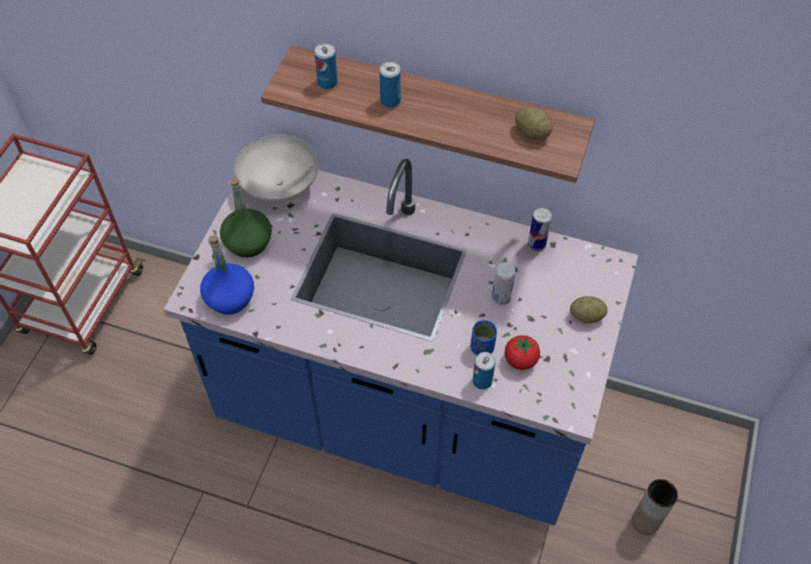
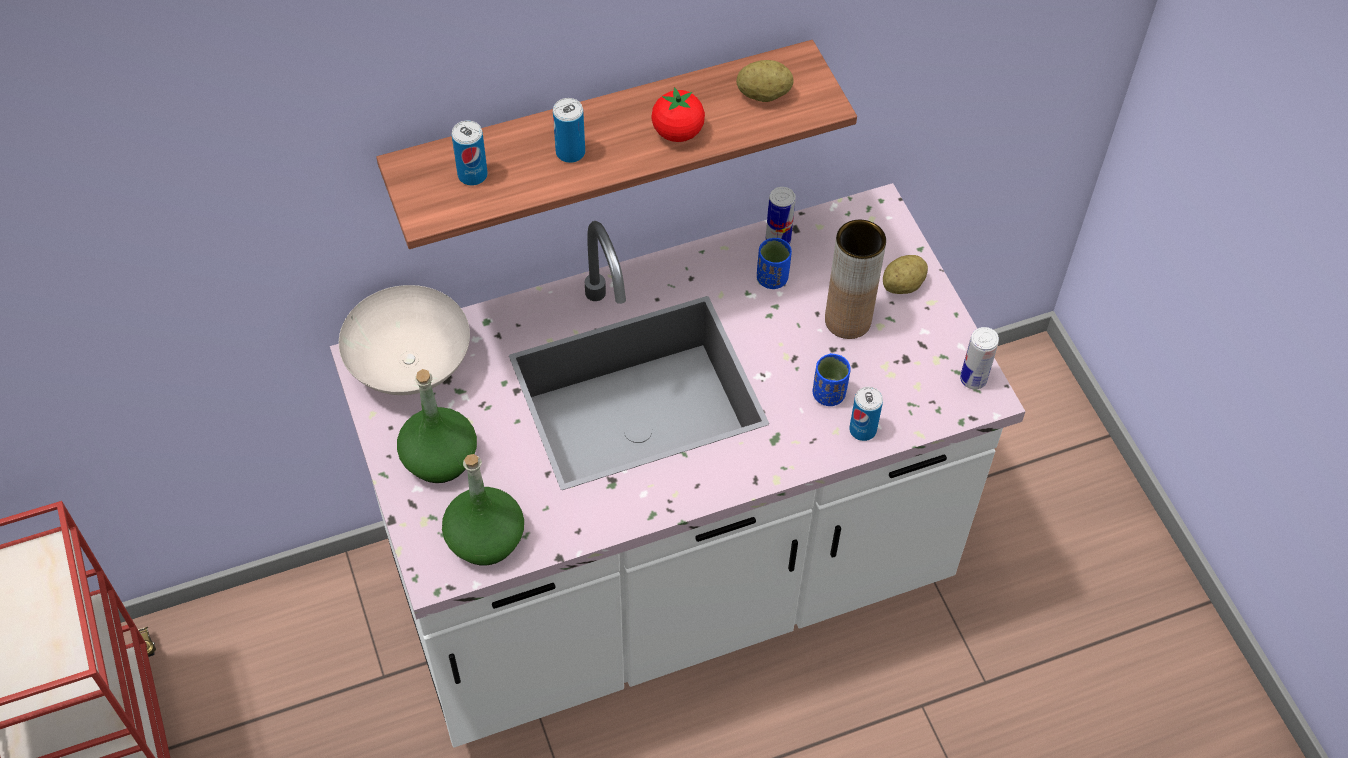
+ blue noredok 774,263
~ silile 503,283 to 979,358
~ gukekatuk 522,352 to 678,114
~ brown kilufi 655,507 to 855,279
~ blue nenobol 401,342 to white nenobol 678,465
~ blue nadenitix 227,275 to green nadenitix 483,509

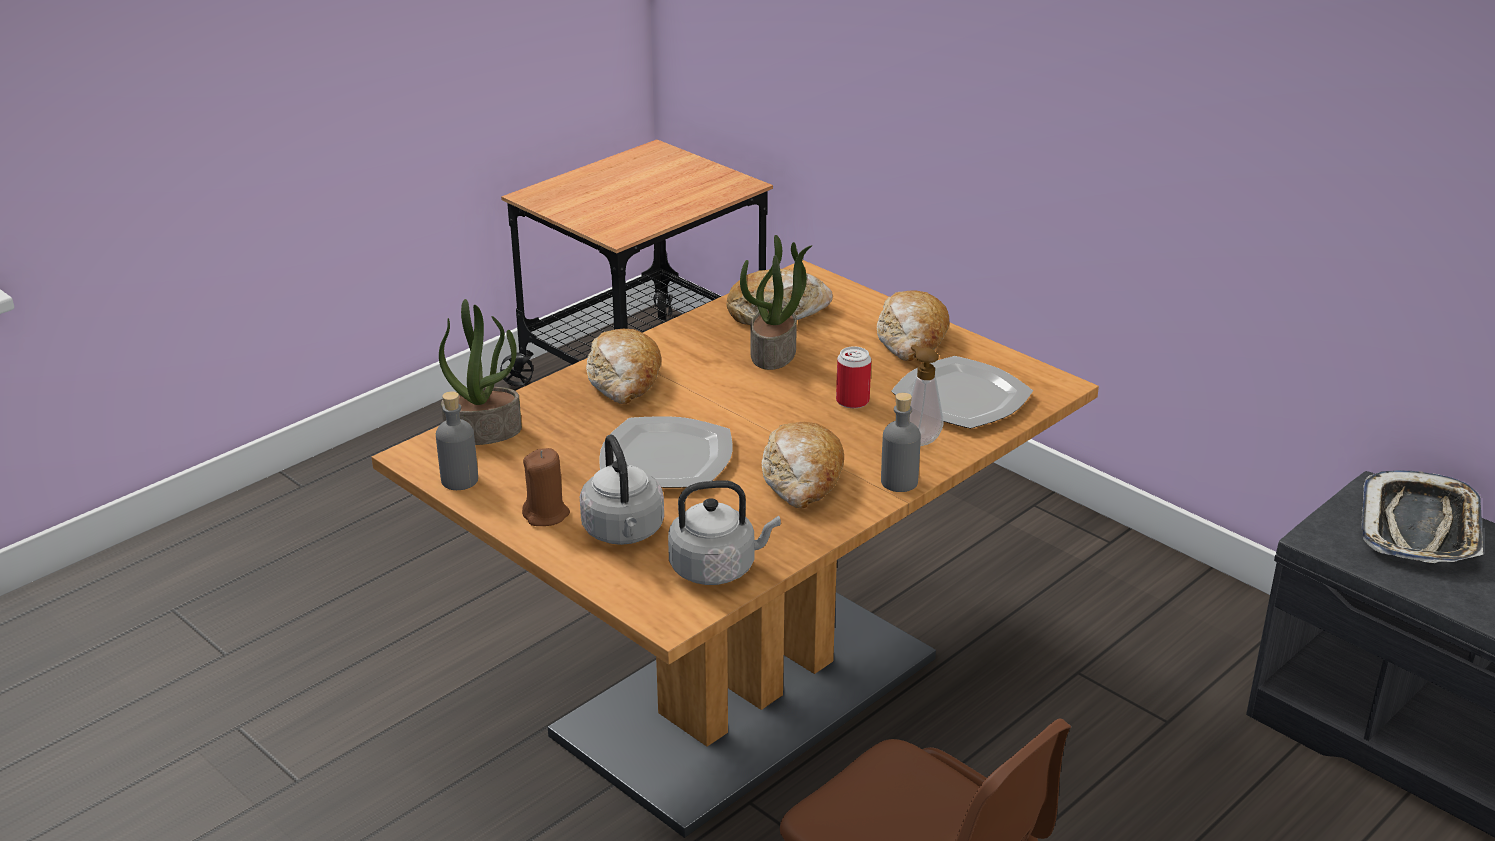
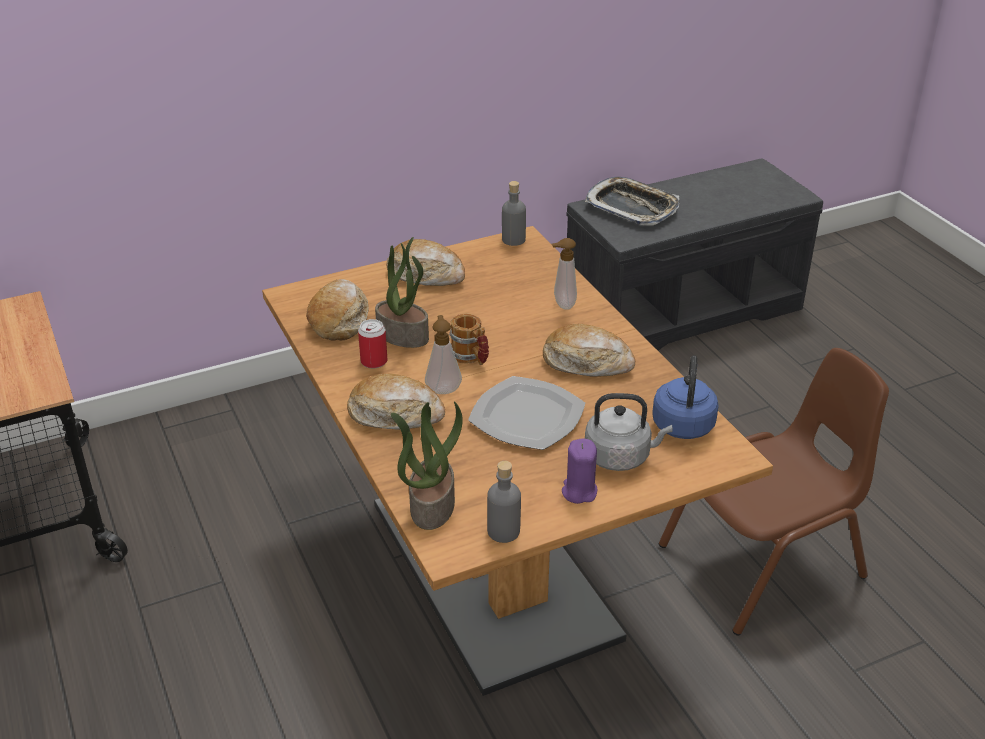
- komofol 962,392
+ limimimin 443,354
+ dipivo 469,339
~ silile 853,377 to 372,343
~ grey nadenitix 901,442 to 514,213
~ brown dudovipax 546,487 to purple dudovipax 579,471
~ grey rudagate 724,532 to blue rudagate 685,397

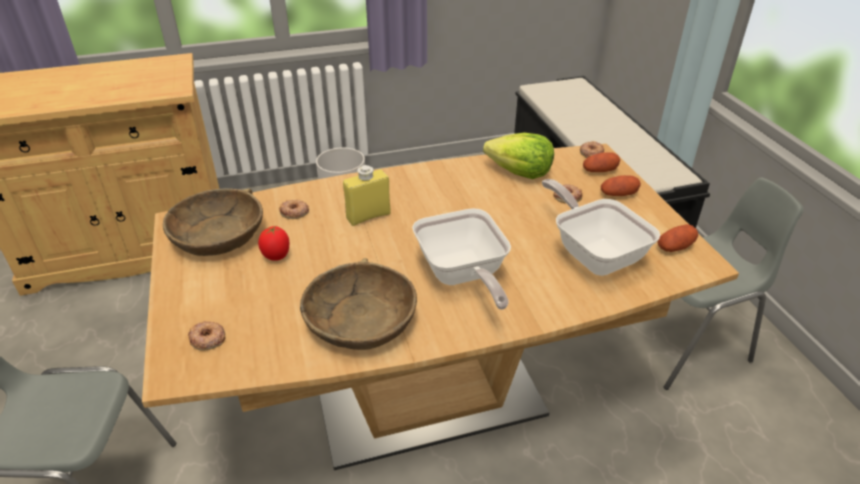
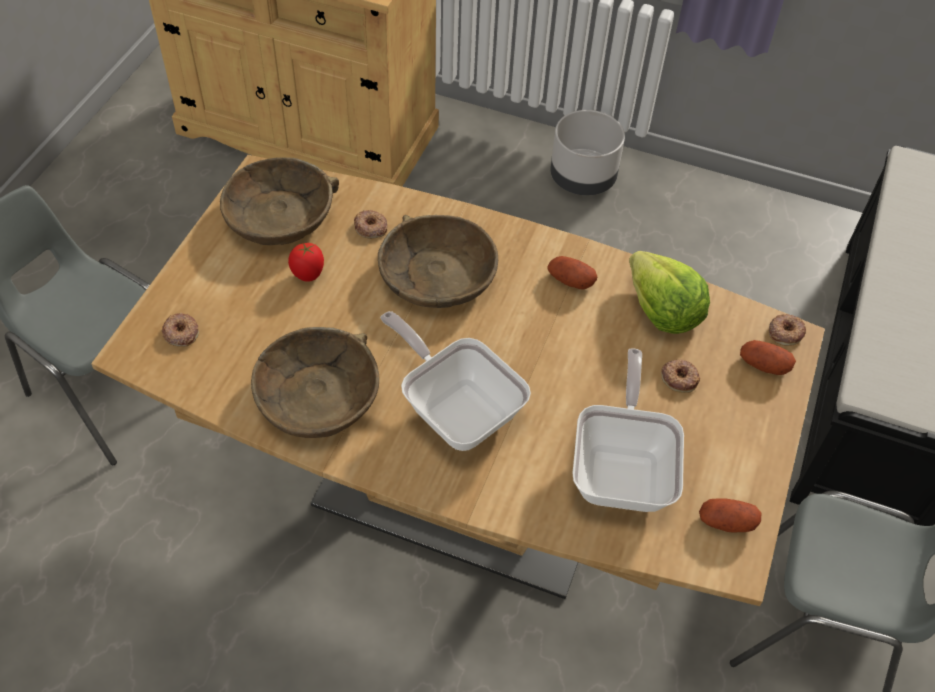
~ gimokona 621,185 to 572,273
~ yellow nadenitix 367,195 to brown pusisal 438,261
~ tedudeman 461,259 = 455,381 120 degrees clockwise

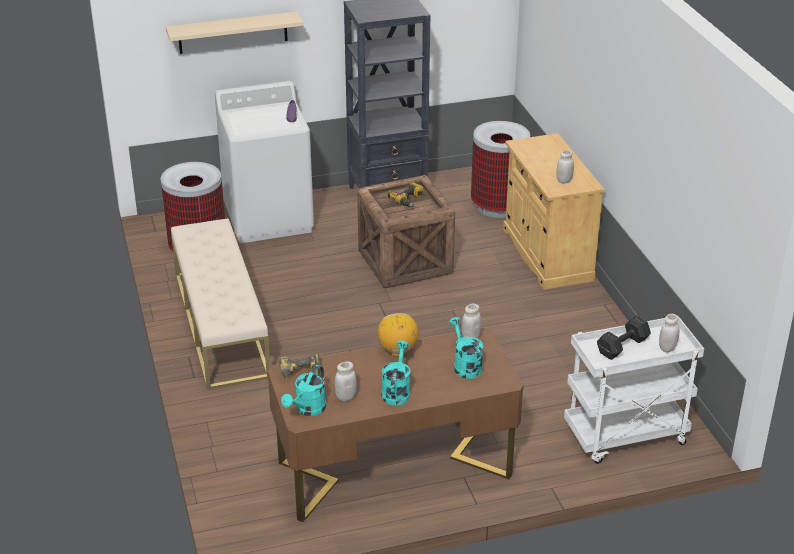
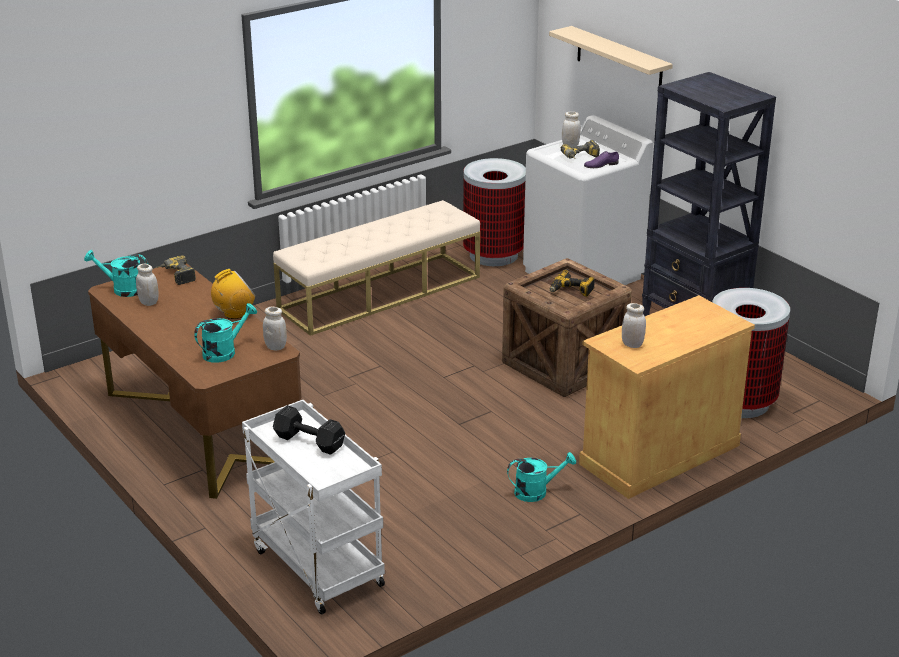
+ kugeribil 580,149
~ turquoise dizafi 396,372 to 541,477
~ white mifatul 669,333 to 571,129

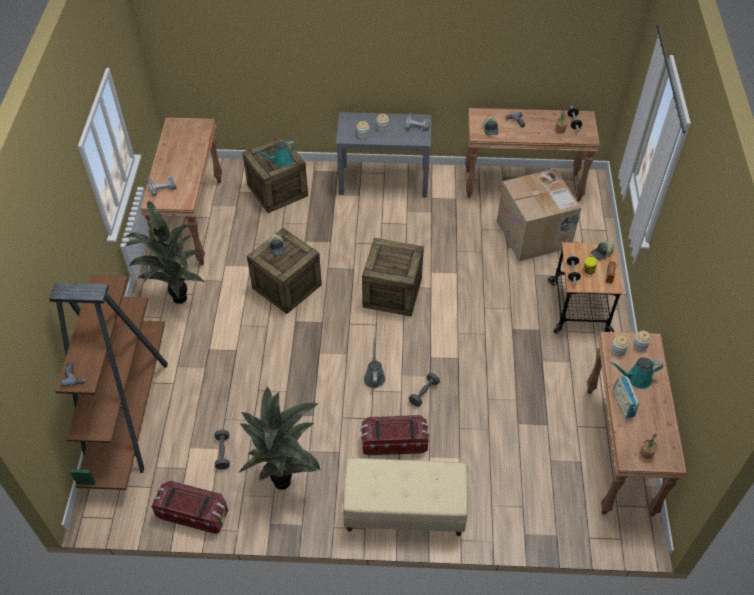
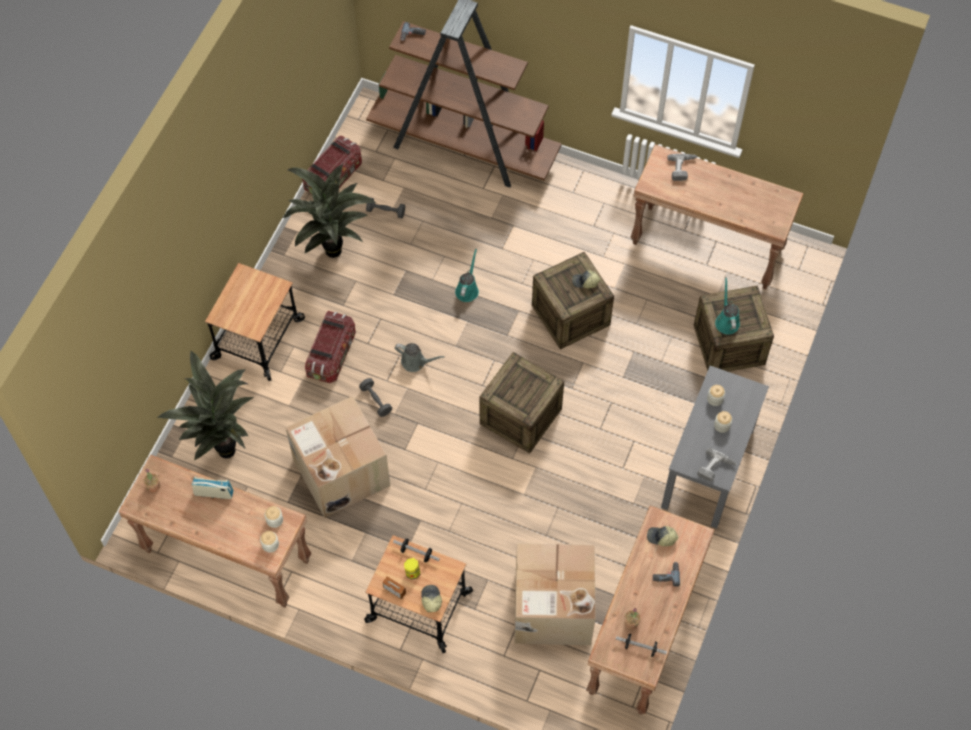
+ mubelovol 337,457
~ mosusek 164,252 to 205,405
~ turquoise dizafi 637,373 to 467,275
~ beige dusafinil 405,497 to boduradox 255,322

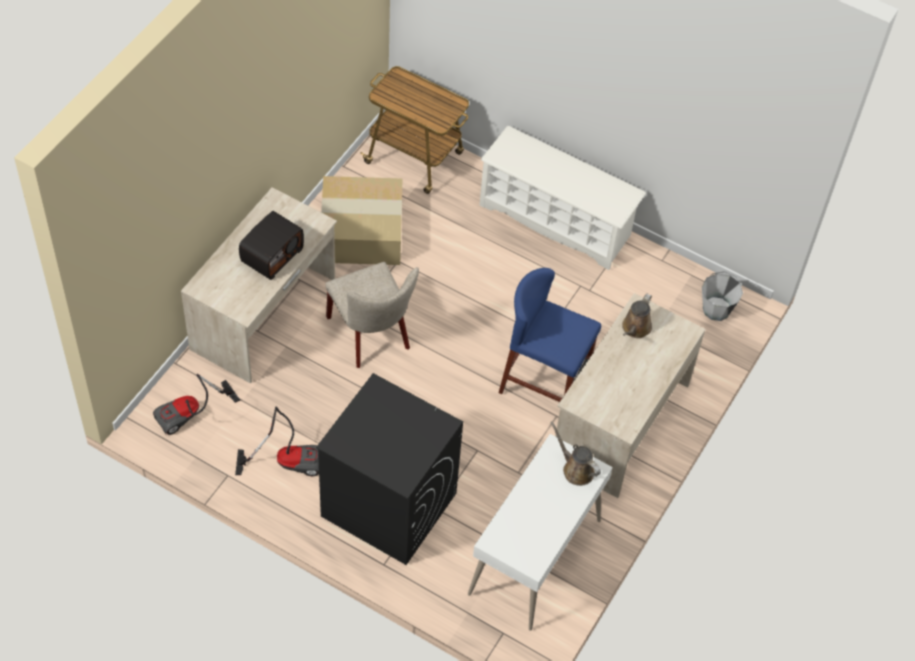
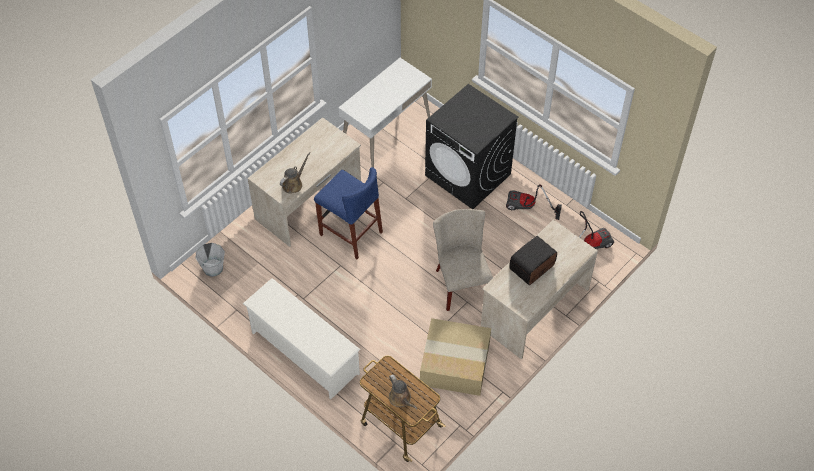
~ brown dizafi 575,454 to 403,392

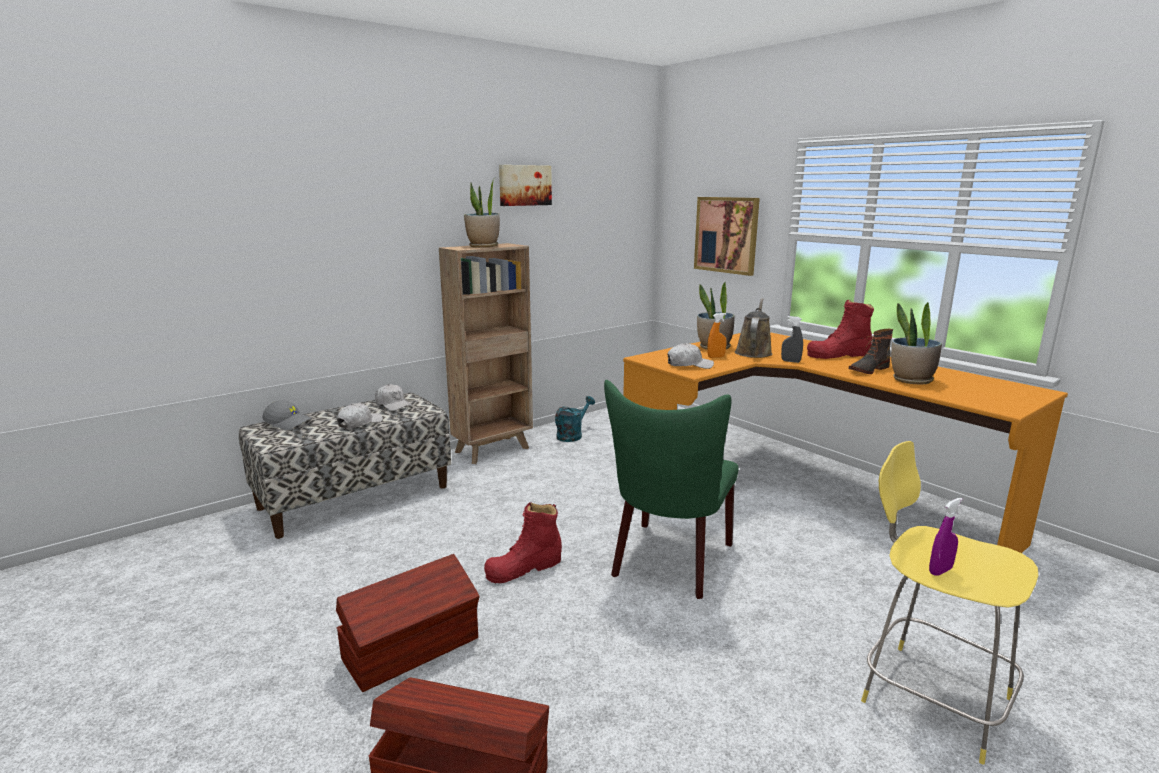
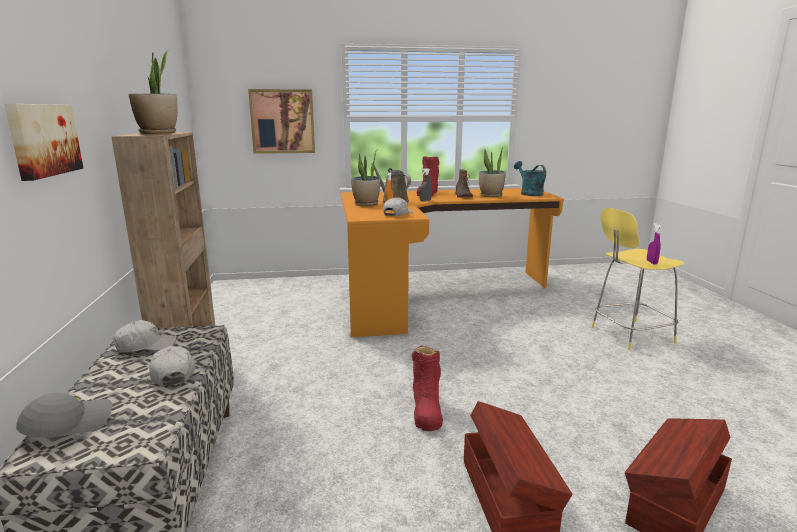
- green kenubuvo 671,489
~ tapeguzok 525,185 to 43,142
~ turquoise dizafi 575,419 to 530,178

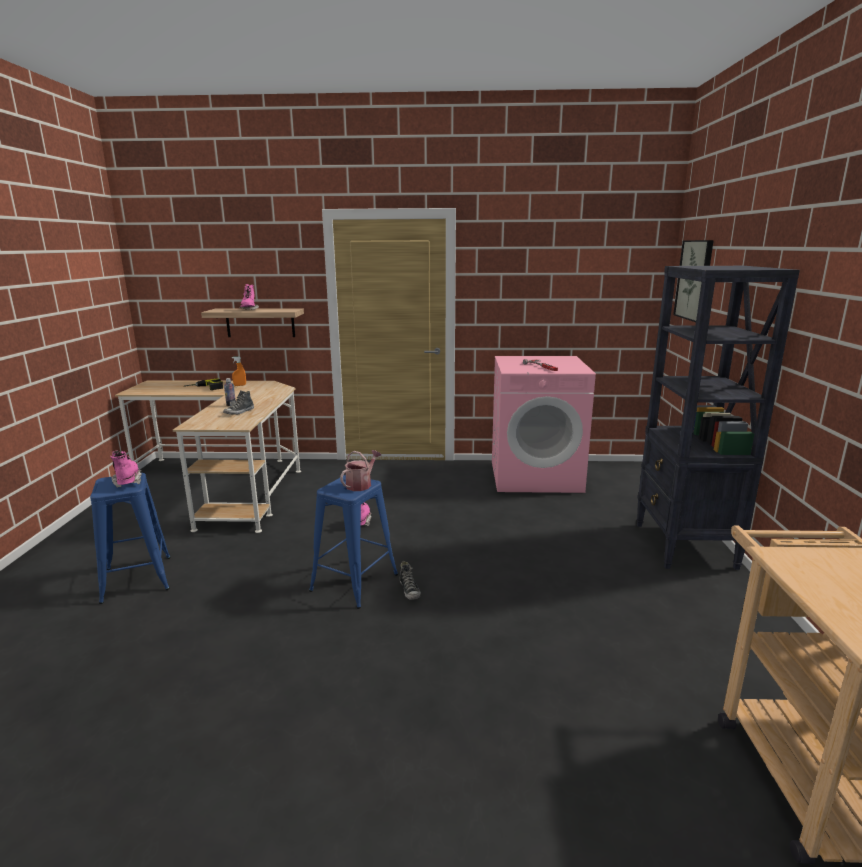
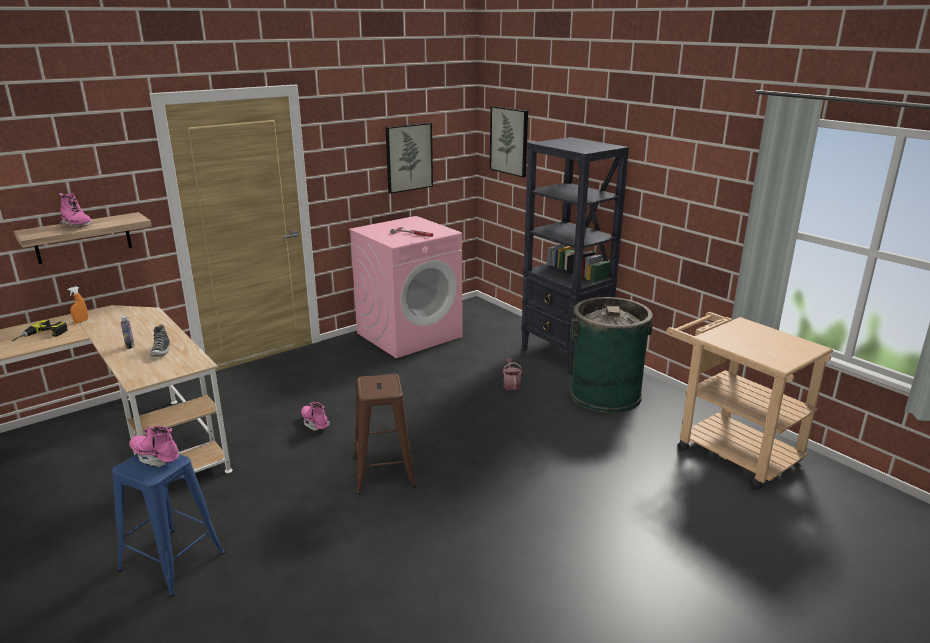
- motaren 410,580
+ tapeguzok 409,158
+ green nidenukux 611,355
~ dizafi 360,470 to 512,374
~ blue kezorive 353,542 to brown kezorive 385,434

